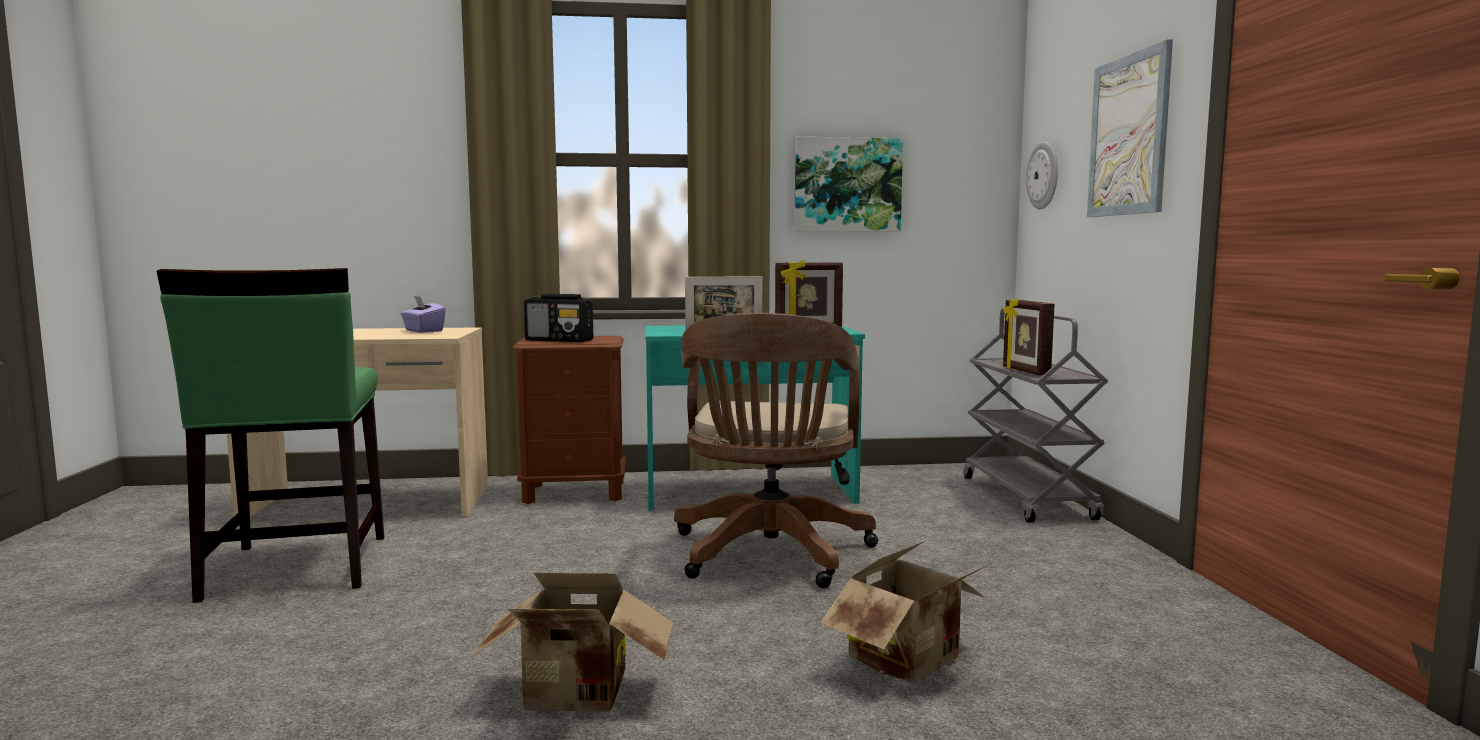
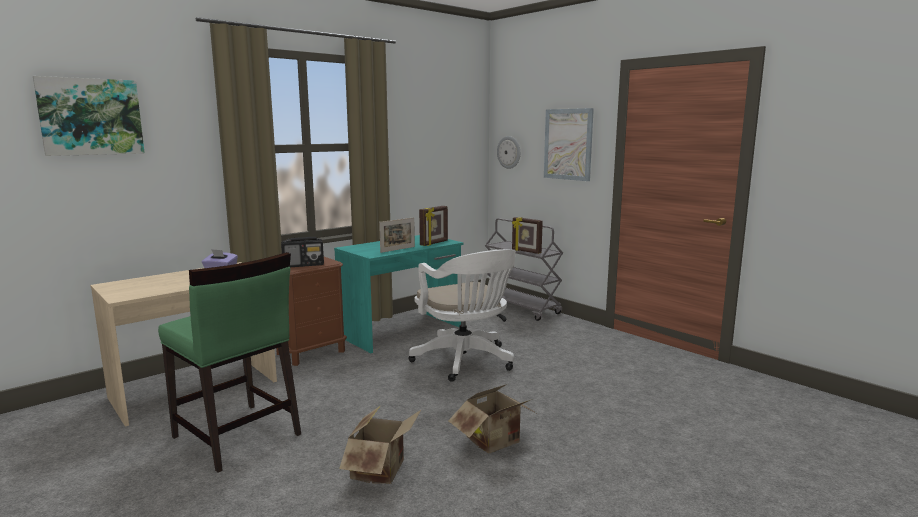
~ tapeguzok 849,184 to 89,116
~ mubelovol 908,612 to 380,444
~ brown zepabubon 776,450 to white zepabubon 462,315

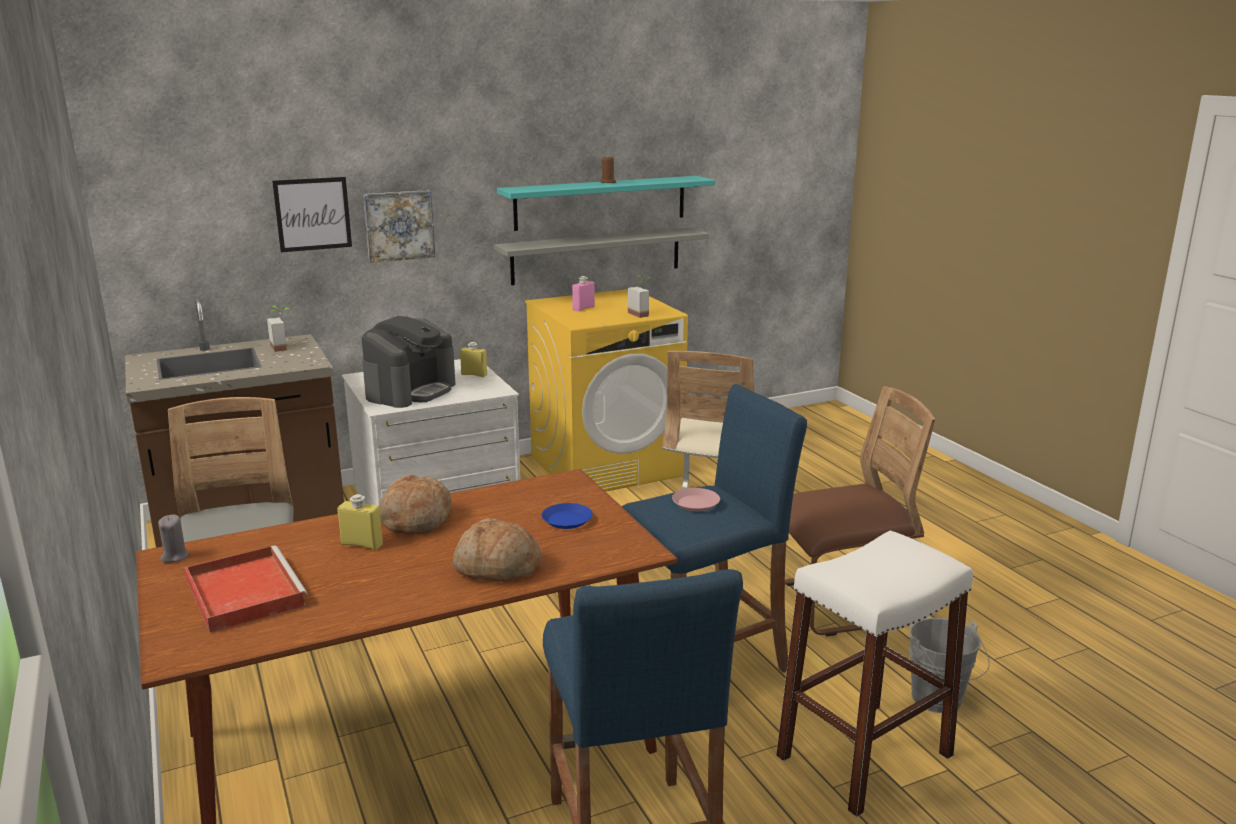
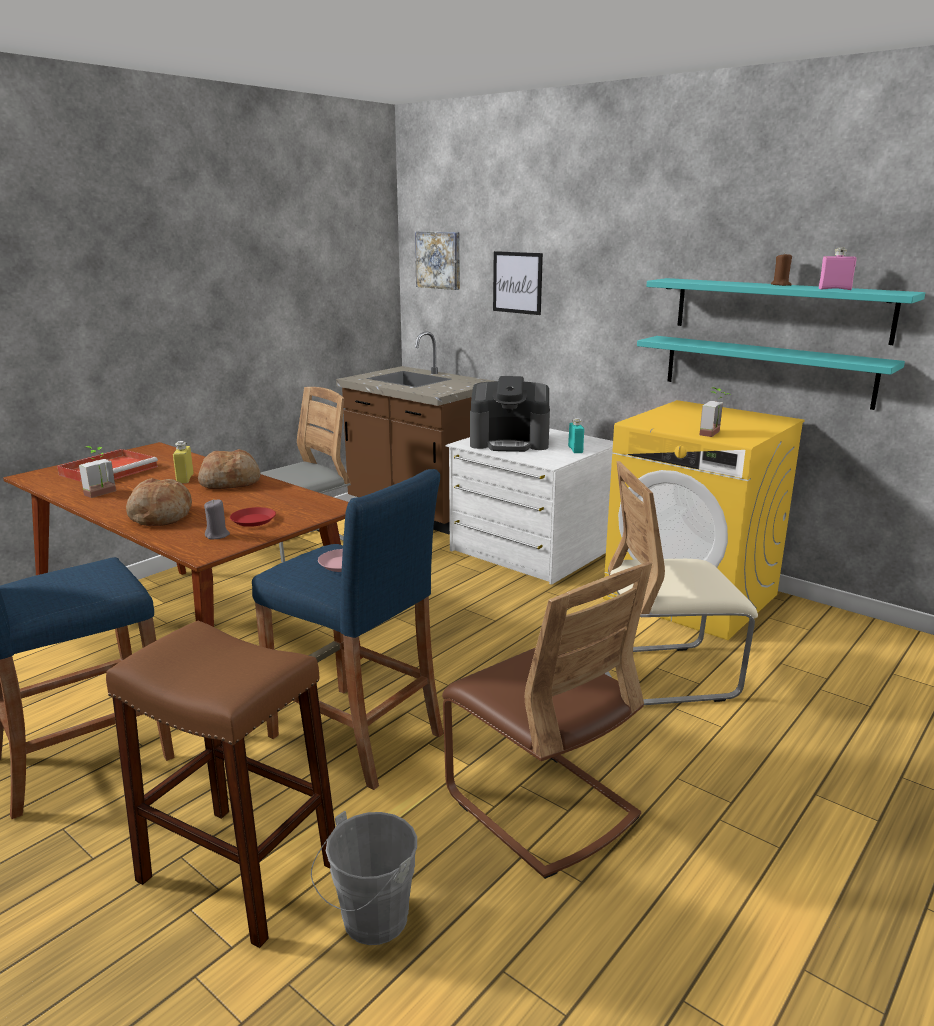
~ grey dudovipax 173,539 to 217,519
~ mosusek 278,329 to 97,472
~ tapeguzok 399,226 to 437,260
~ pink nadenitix 583,293 to 838,269
~ yellow nadenitix 473,359 to turquoise nadenitix 576,435
~ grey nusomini 601,256 to turquoise nusomini 771,373
~ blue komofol 567,516 to red komofol 253,517
~ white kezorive 874,674 to brown kezorive 220,784

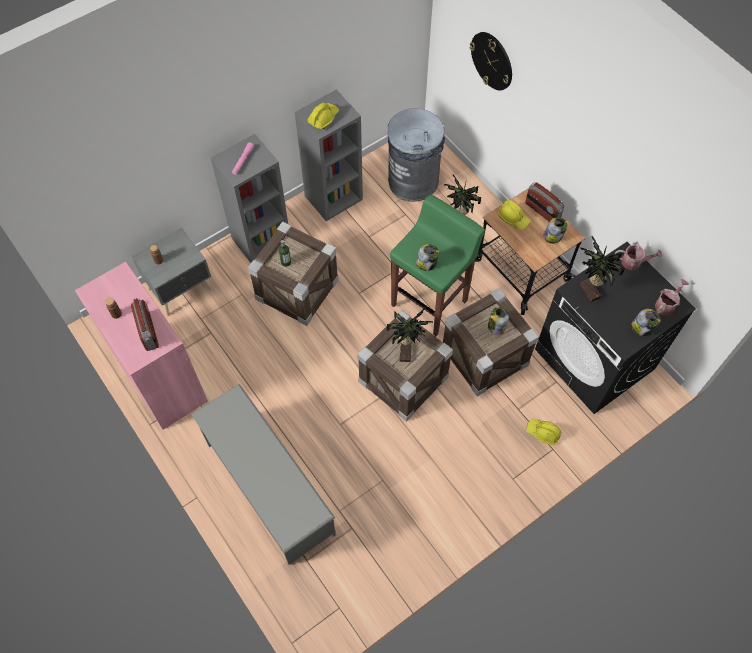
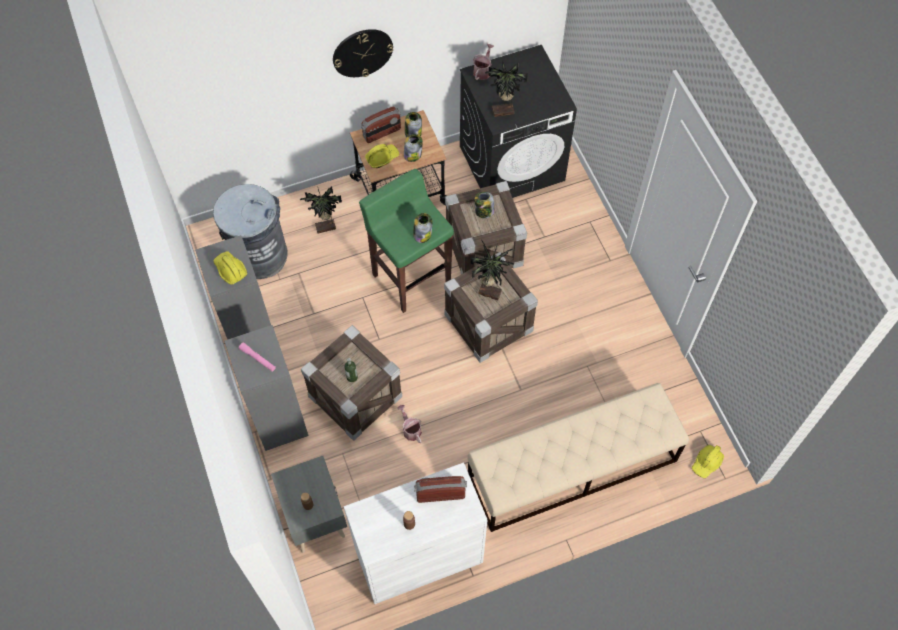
~ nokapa 491,61 to 363,53
~ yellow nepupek 543,431 to 708,461
~ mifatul 646,322 to 413,148
~ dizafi 672,297 to 409,424
~ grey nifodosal 263,474 to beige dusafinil 578,457
~ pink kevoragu 141,346 to white kevoragu 416,533

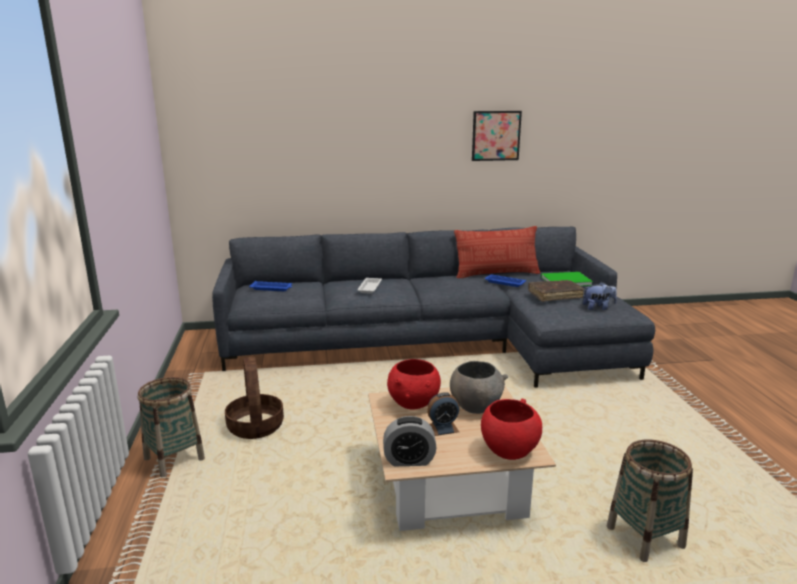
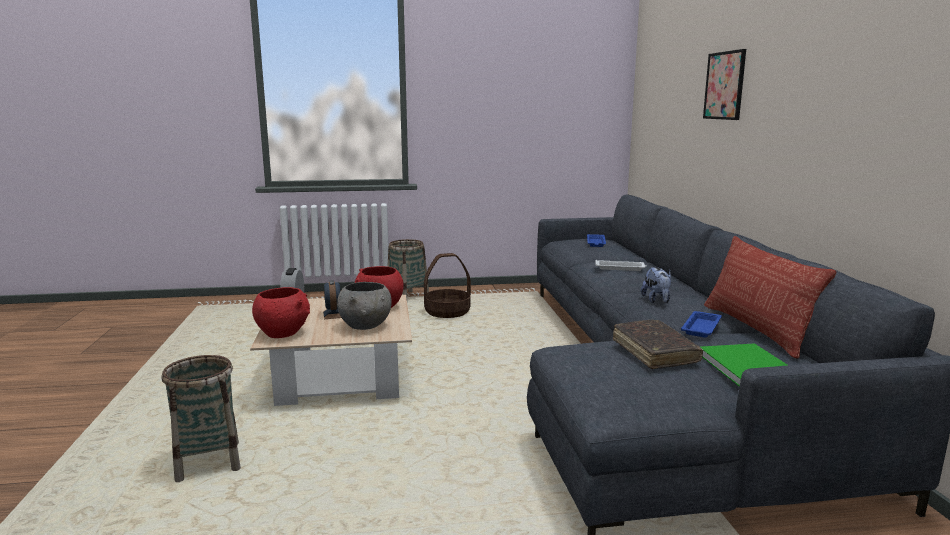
~ tapeguzok 497,136 to 724,84
~ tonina 600,296 to 656,285

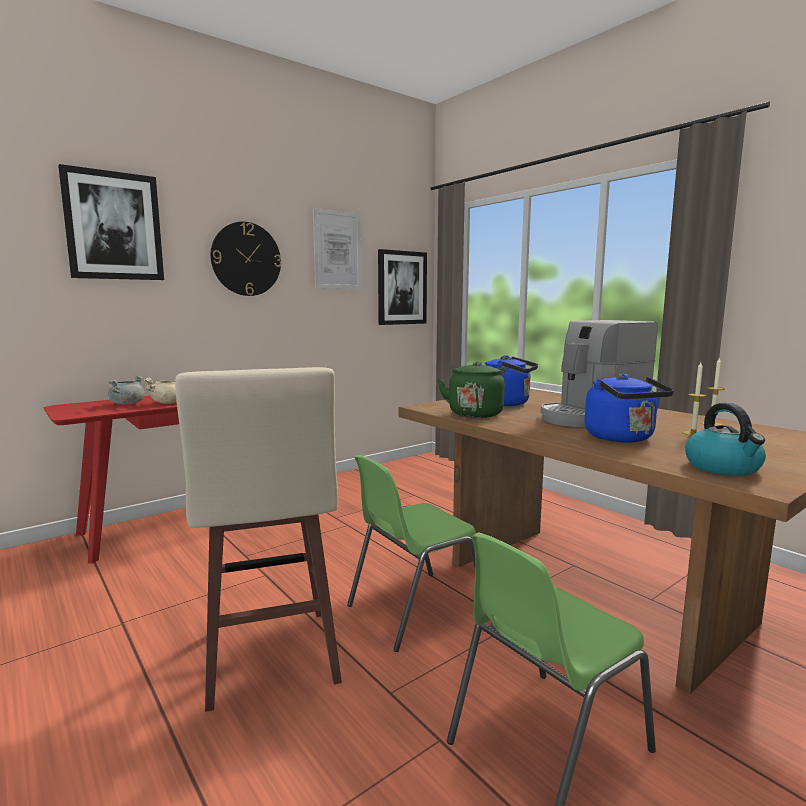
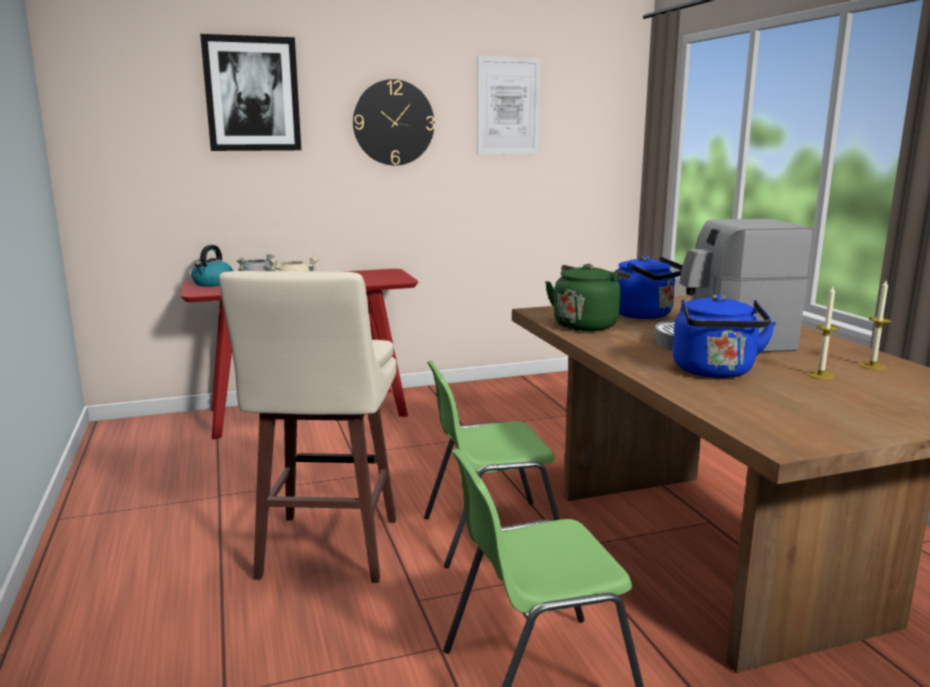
- tapeguzok 402,287
~ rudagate 725,439 to 212,266

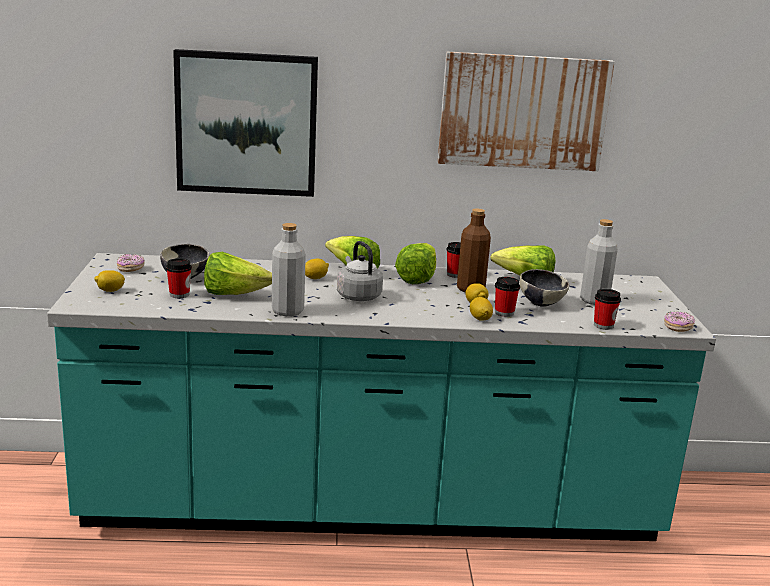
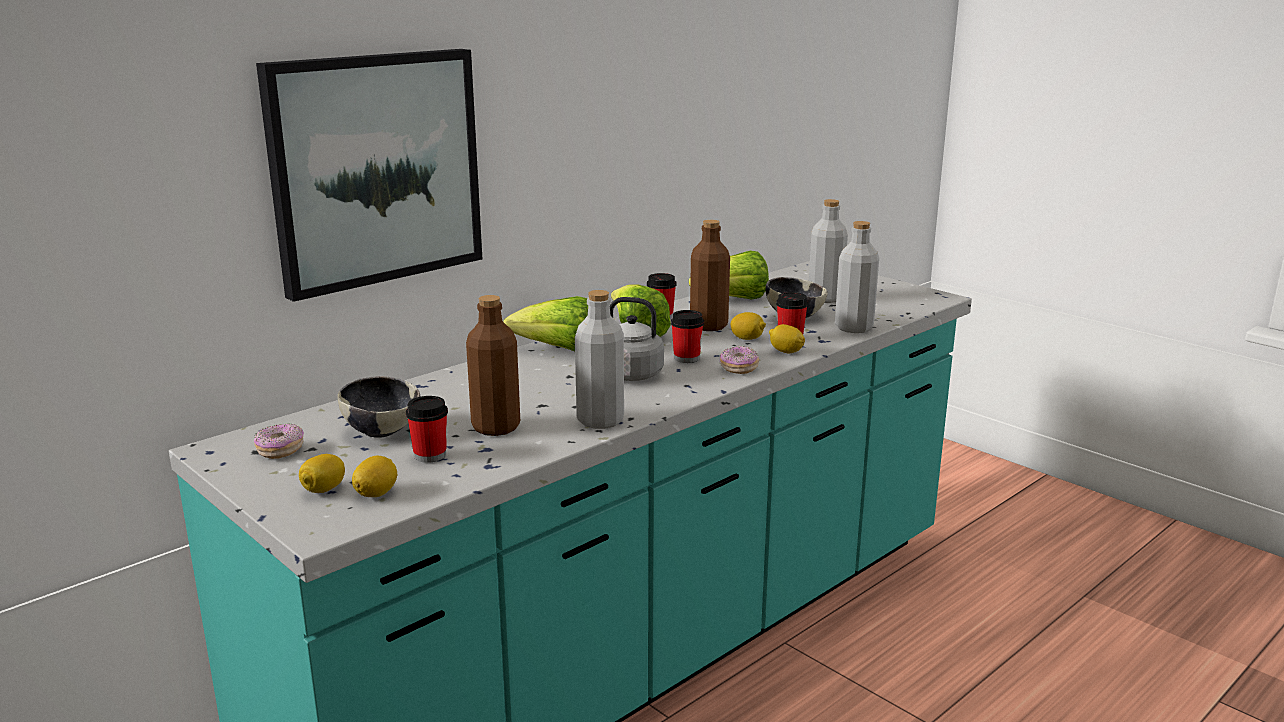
- tapeguzok 526,111
+ grey nadenitix 857,277
~ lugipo 317,269 to 374,476
~ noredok 607,309 to 687,336
~ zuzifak 679,322 to 739,360
~ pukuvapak 238,273 to brown nadenitix 493,365

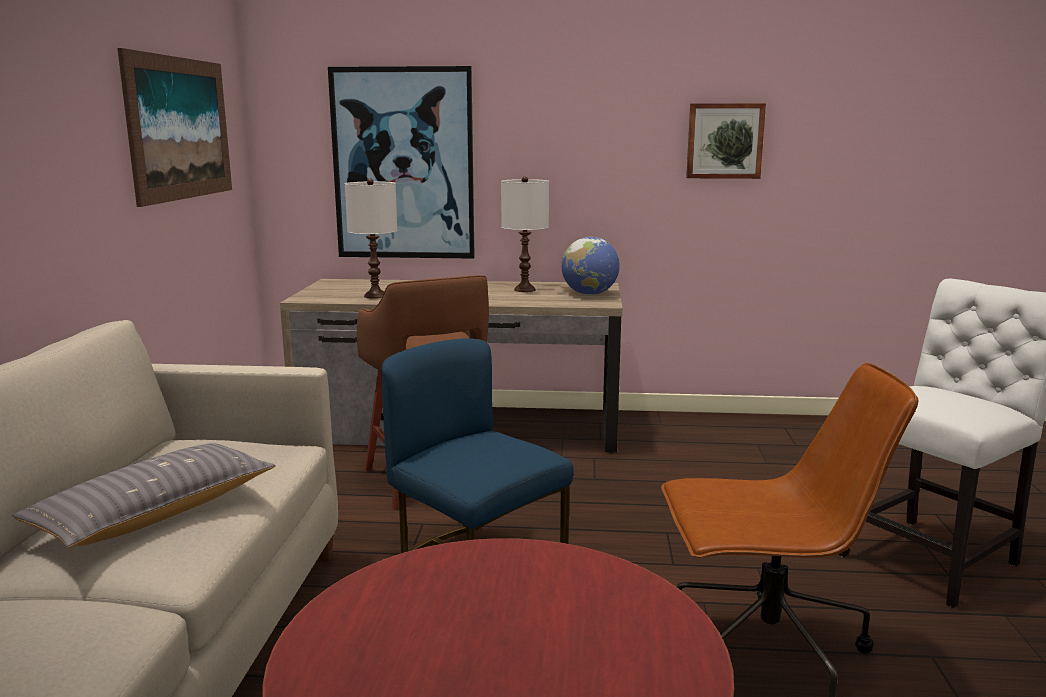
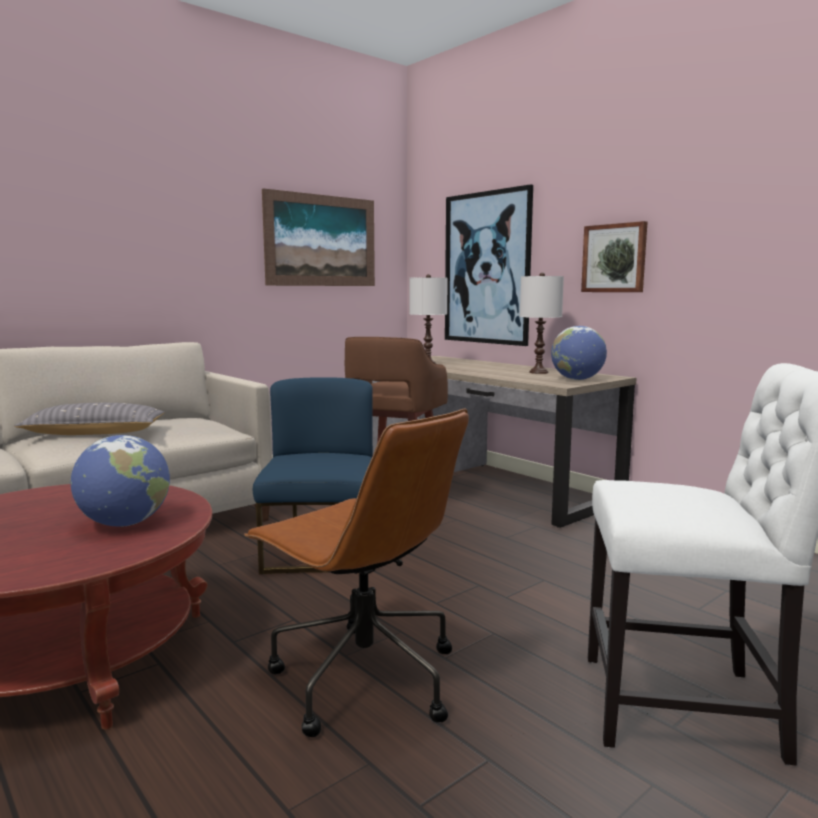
+ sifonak 120,481
~ tapeguzok 726,141 to 614,256

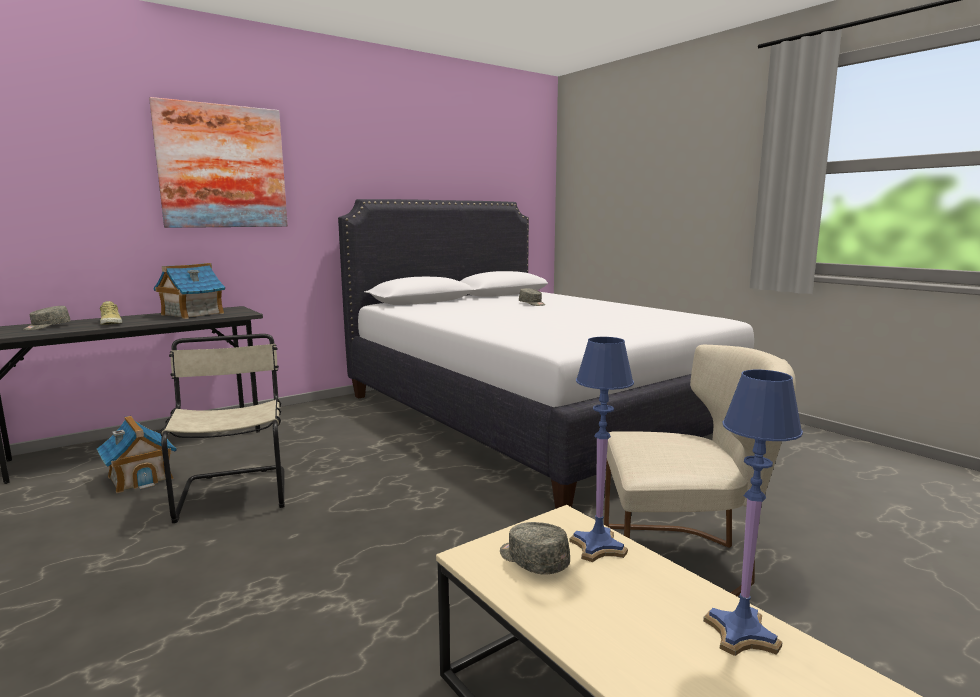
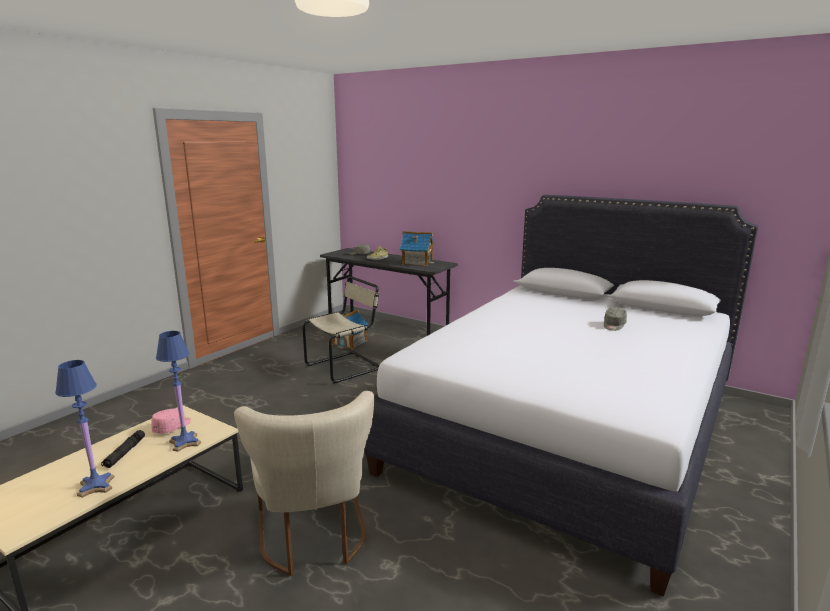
- tapeguzok 218,162
+ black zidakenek 123,449
~ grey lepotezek 535,548 to pink lepotezek 171,421

